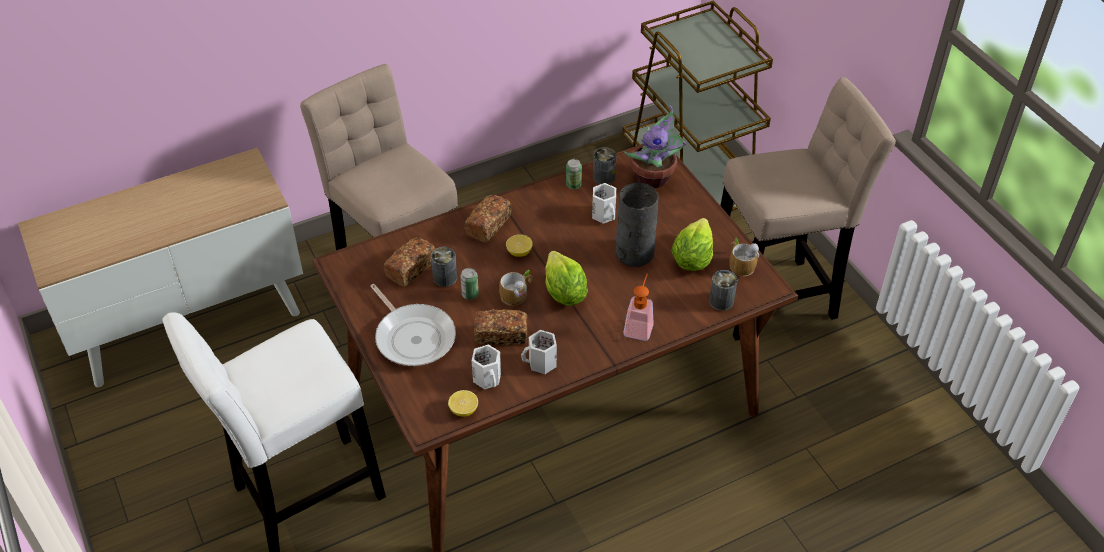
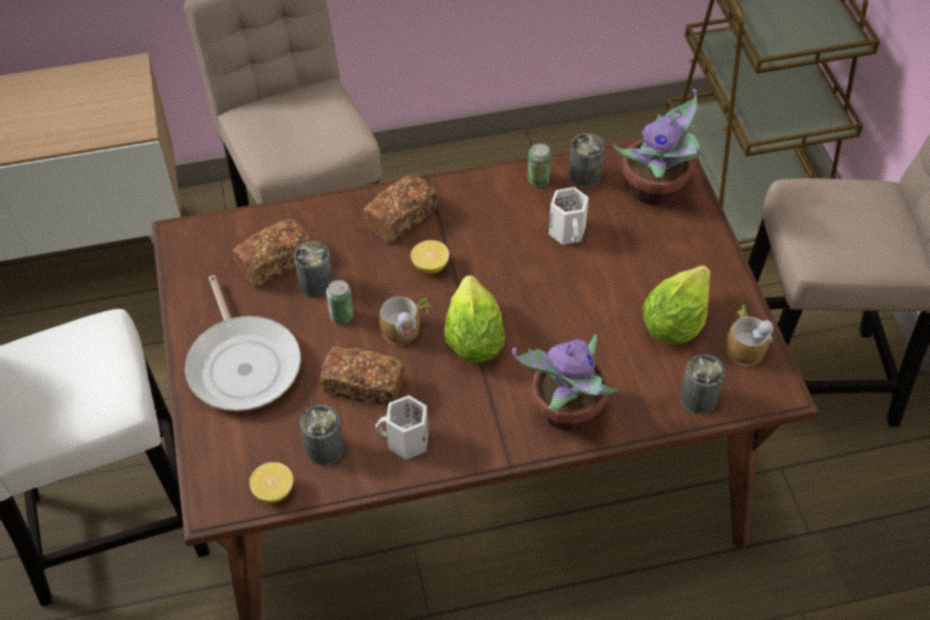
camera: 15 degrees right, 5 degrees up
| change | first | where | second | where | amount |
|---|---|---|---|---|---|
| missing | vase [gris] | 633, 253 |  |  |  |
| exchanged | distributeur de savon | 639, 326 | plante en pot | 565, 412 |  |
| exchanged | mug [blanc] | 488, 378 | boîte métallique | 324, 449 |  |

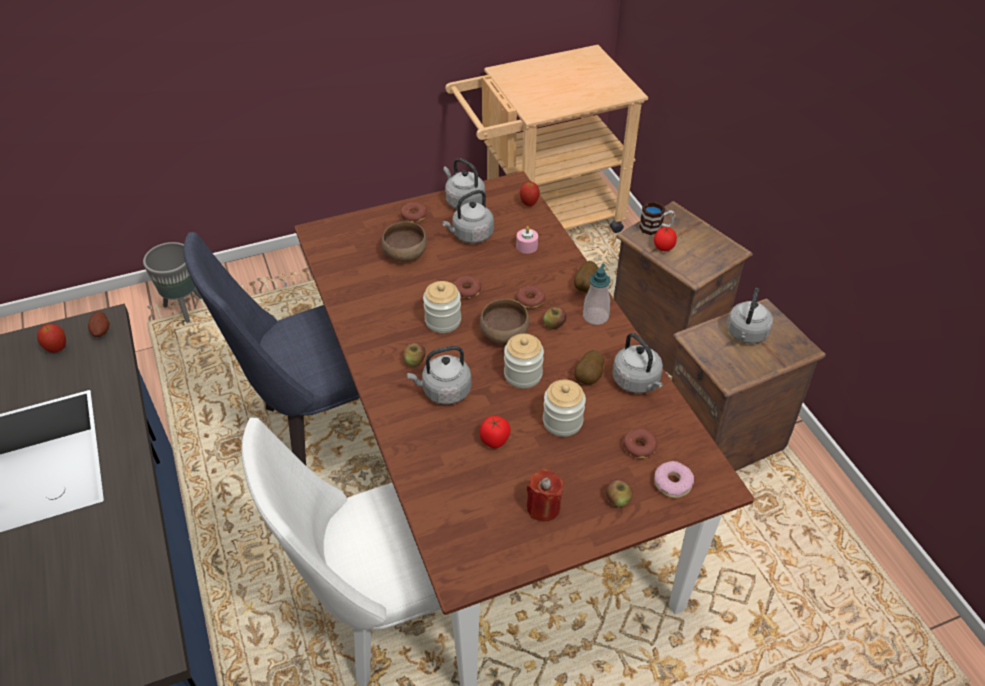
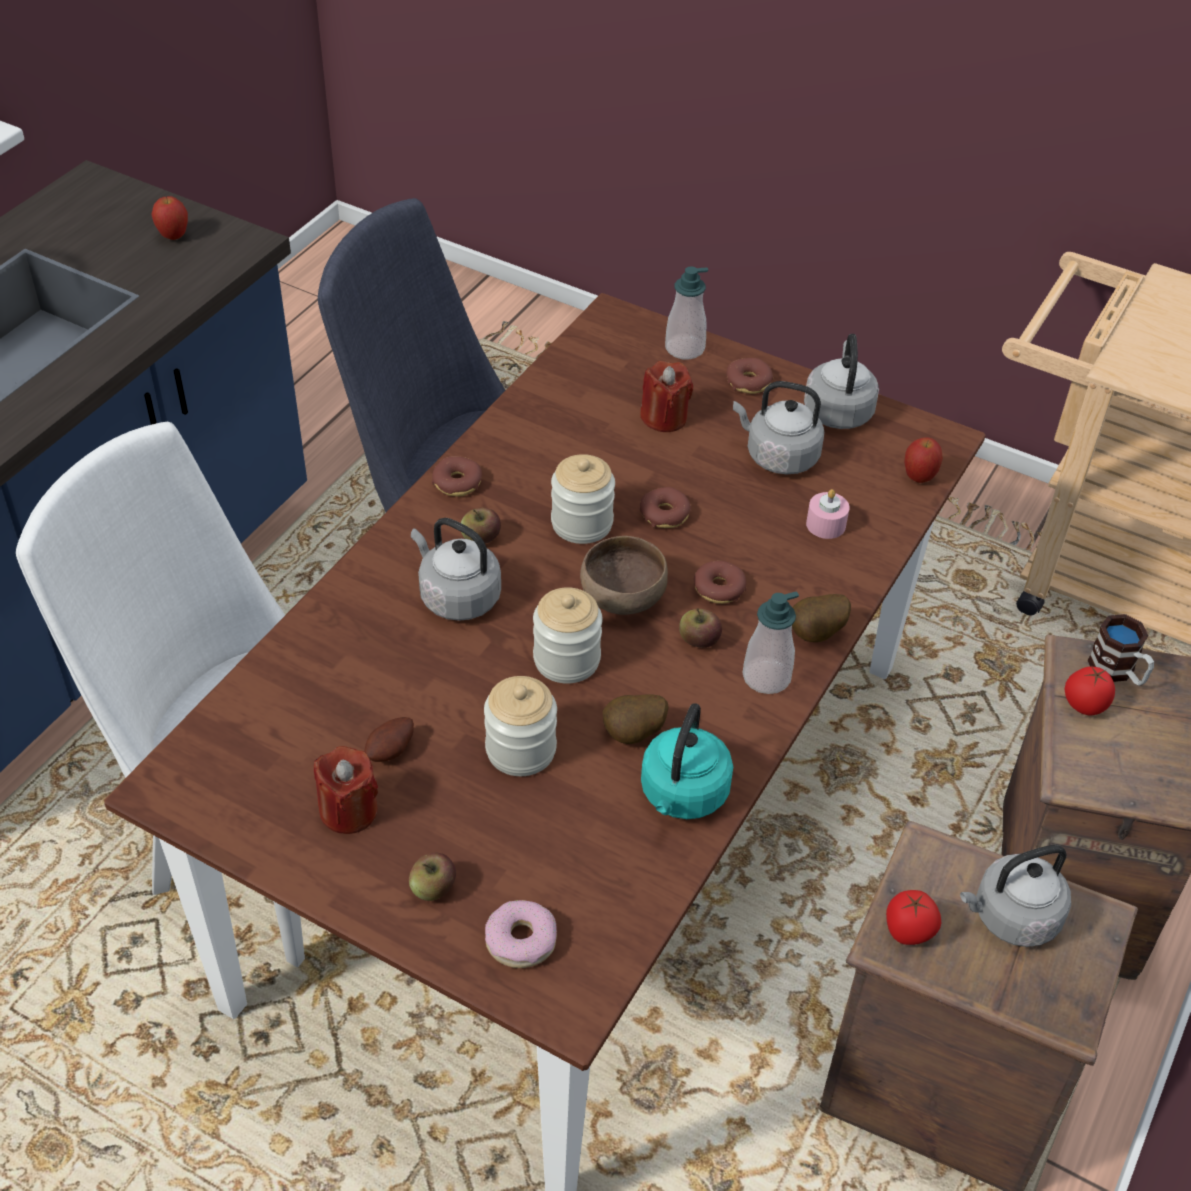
camera: 50 degrees right, 0 degrees up
| change | first | where | second | where | amount |
|---|---|---|---|---|---|
| exchanged | bol [marron] | 405, 255 | bougie [rouge] | 664, 418 |  |
| missing | cache-pot [gris] | 184, 308 |  |  |  |
| relocated | pomme de terre | 102, 331 |  | 392, 751 |  |
| colour | bouilloire [gris] | 637, 382 | bouilloire [turquoise] | 682, 796 |  |
| relocated | tomate | 495, 441 |  | 908, 932 |  |
| relocated | beignet | 639, 447 |  | 457, 483 |  |
| appeared |  |  | distributeur de savon | 684, 348 |  |

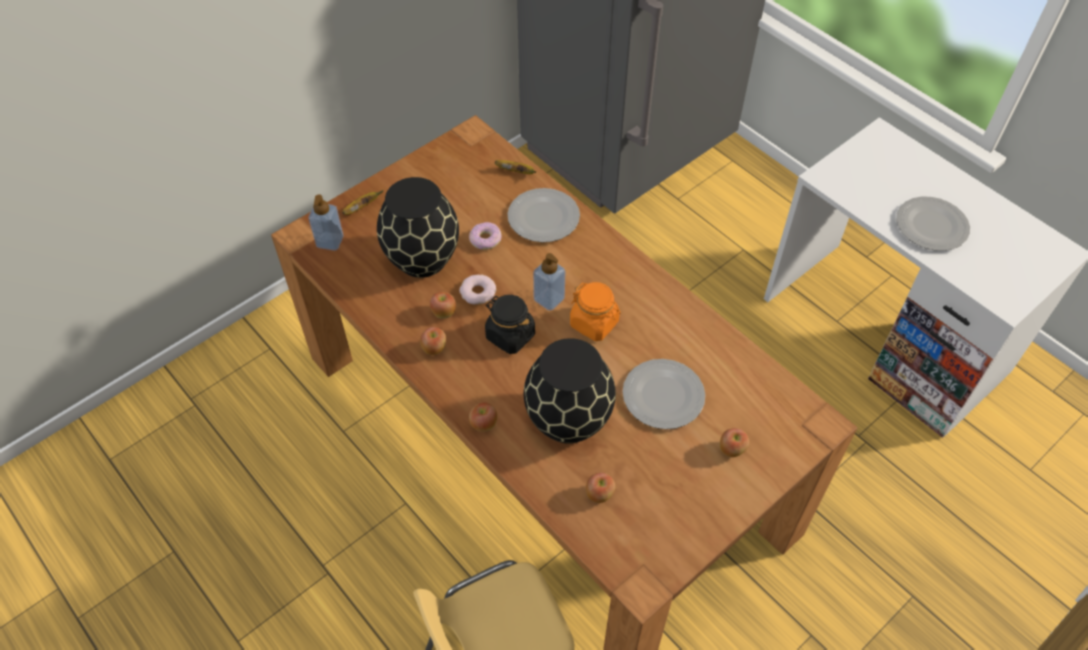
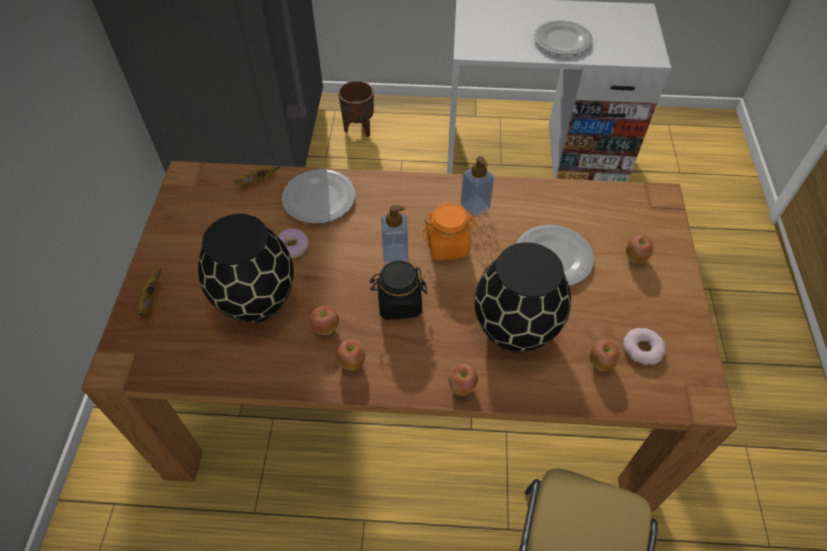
camera: 45 degrees left, 0 degrees up
| change | first | where | second | where | amount |
|---|---|---|---|---|---|
| relocated | distributeur de savon | 330, 241 |  | 475, 206 |  |
| relocated | beignet | 478, 292 |  | 643, 349 |  |
| appeared |  |  | cache-pot [marron] | 359, 129 |  |

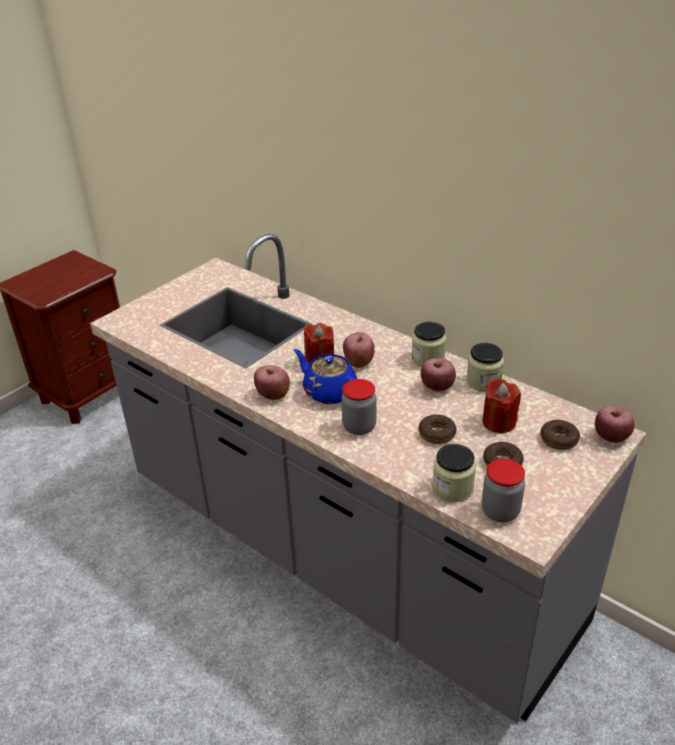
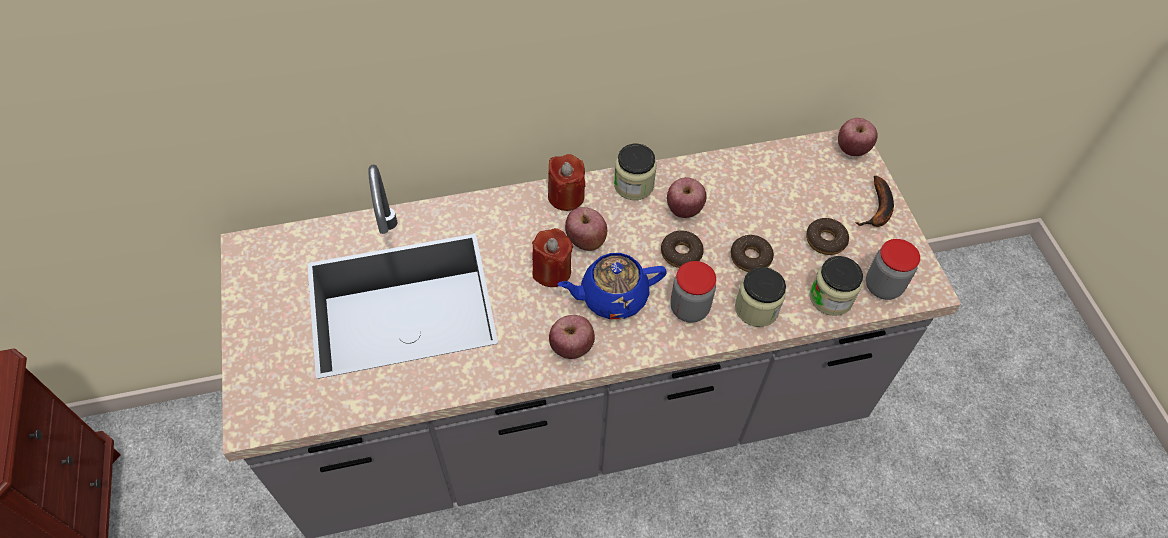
camera: 55 degrees left, 20 degrees up
| change | first | where | second | where | amount |
|---|---|---|---|---|---|
| relocated | bocal | 483, 381 |  | 756, 308 |  |
| relocated | bougie [rouge] | 499, 422 |  | 566, 196 |  |
| relocated | beignet | 559, 439 |  | 681, 253 |  |
| appeared |  |  | banane | 878, 210 |  |

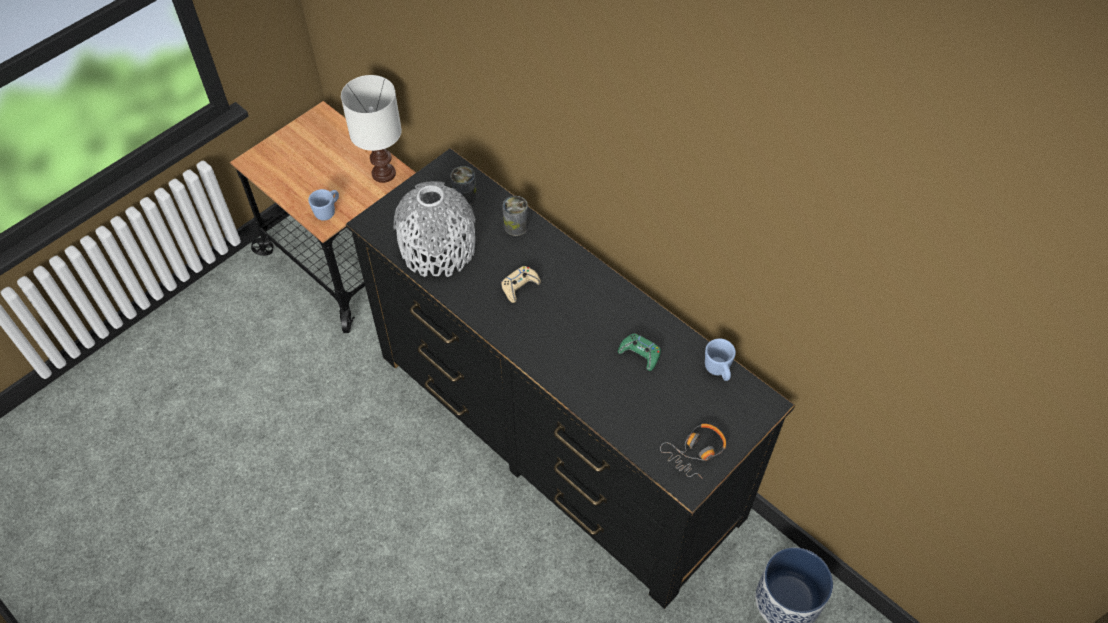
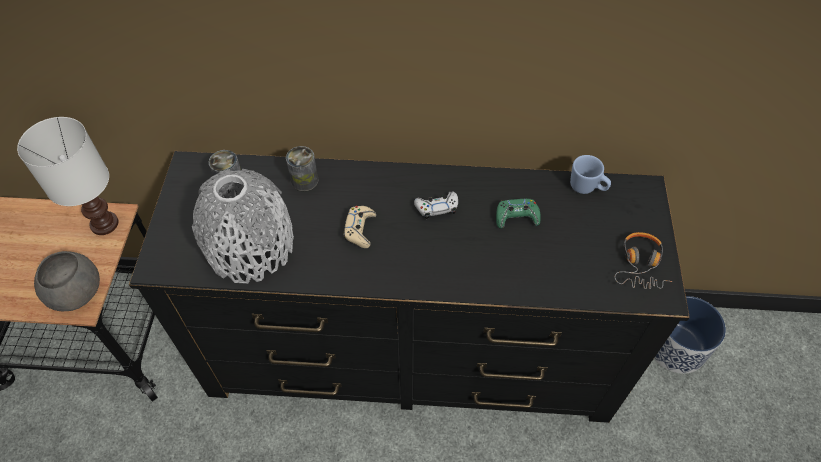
camera: 40 degrees left, 0 degrees up
| change | first | where | second | where | amount |
|---|---|---|---|---|---|
| exchanged | mug [bleu] | 328, 211 | bol [gris] | 75, 293 |  |
| appeared |  |  | manette [blanc] | 437, 207 |  |

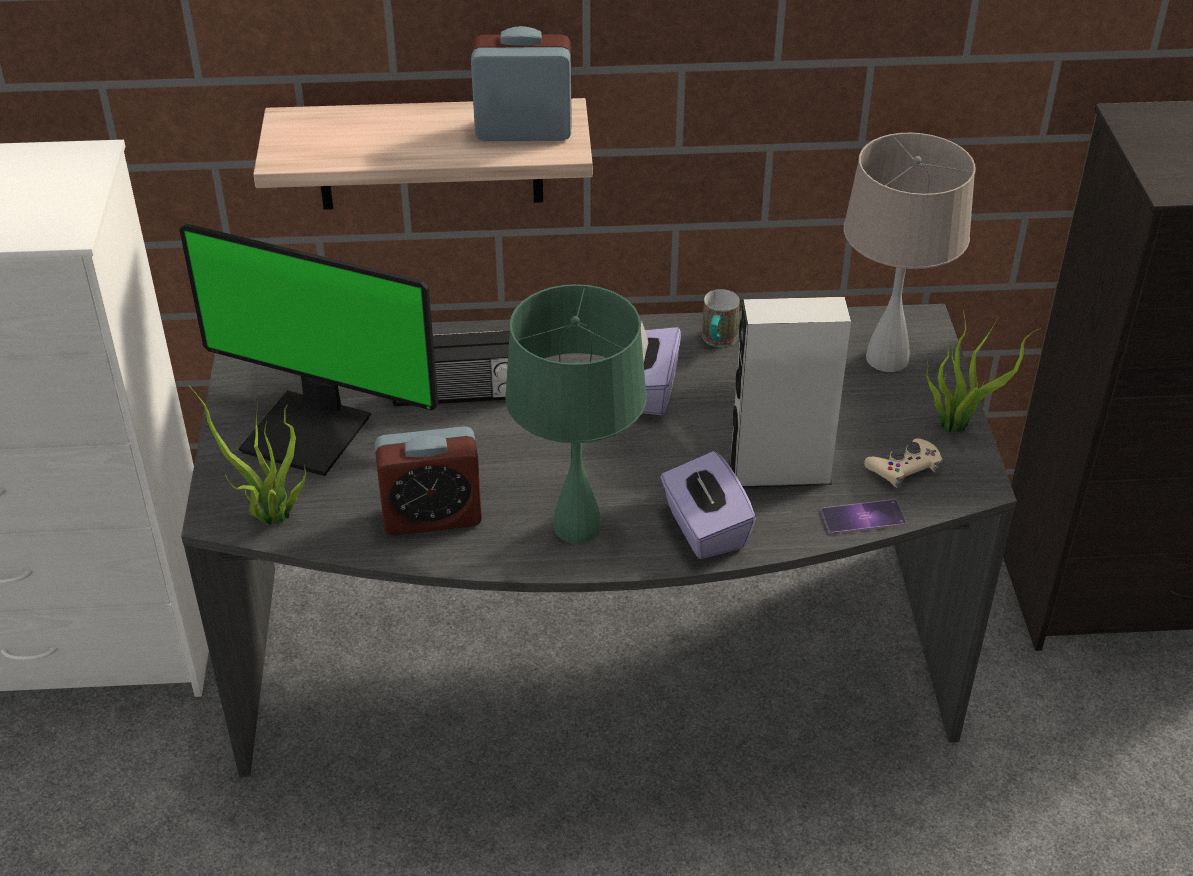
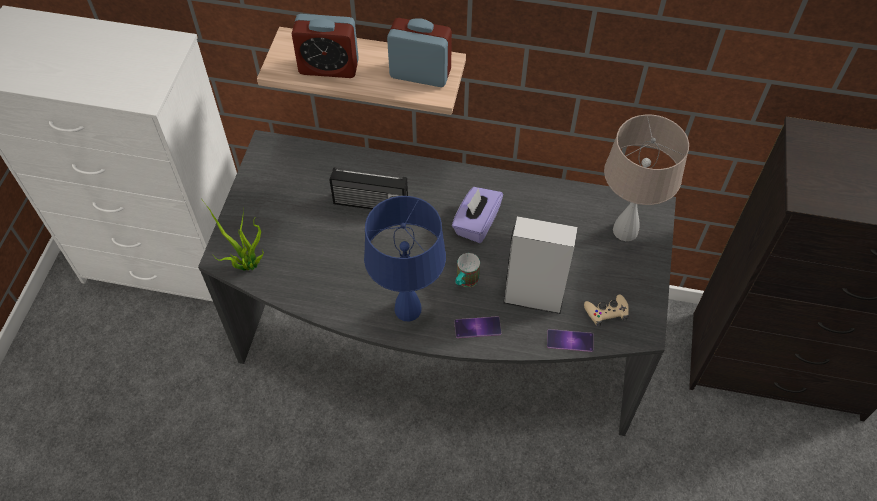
camera: 15 degrees right, 15 degrees up
| change | first | where | second | where | amount |
|---|---|---|---|---|---|
| missing | écran d'ordinateur | 311, 431 |  |  |  |
| colour | lampe de table [vert] | 576, 526 | lampe de table [bleu] | 407, 309 |  |
| relocated | mug | 717, 341 |  | 465, 281 |  |
| missing | plante en pot | 958, 425 |  |  |  |
| relocated | réveil | 432, 516 |  | 328, 67 |  |
| exchanged | boîte à mouchoirs [violet] | 704, 528 | téléphone | 477, 327 |  |

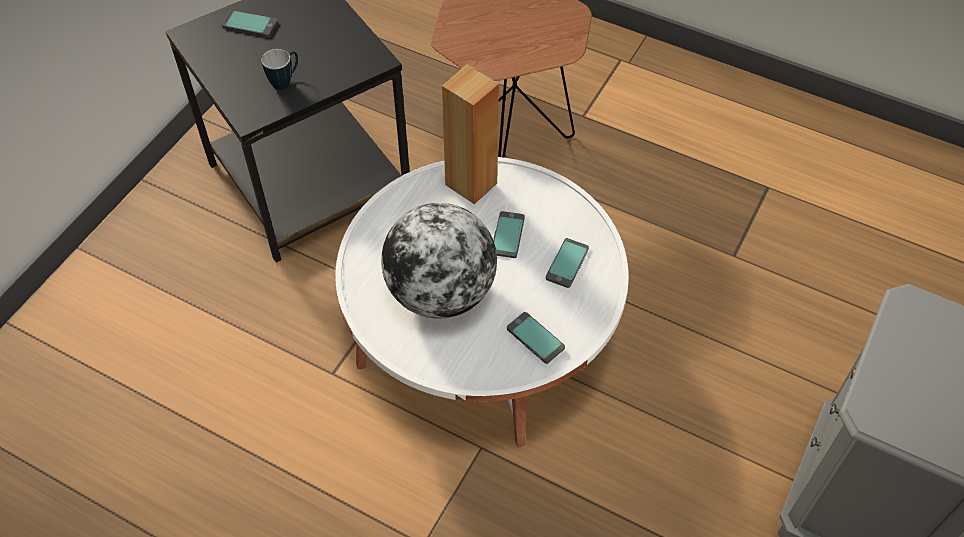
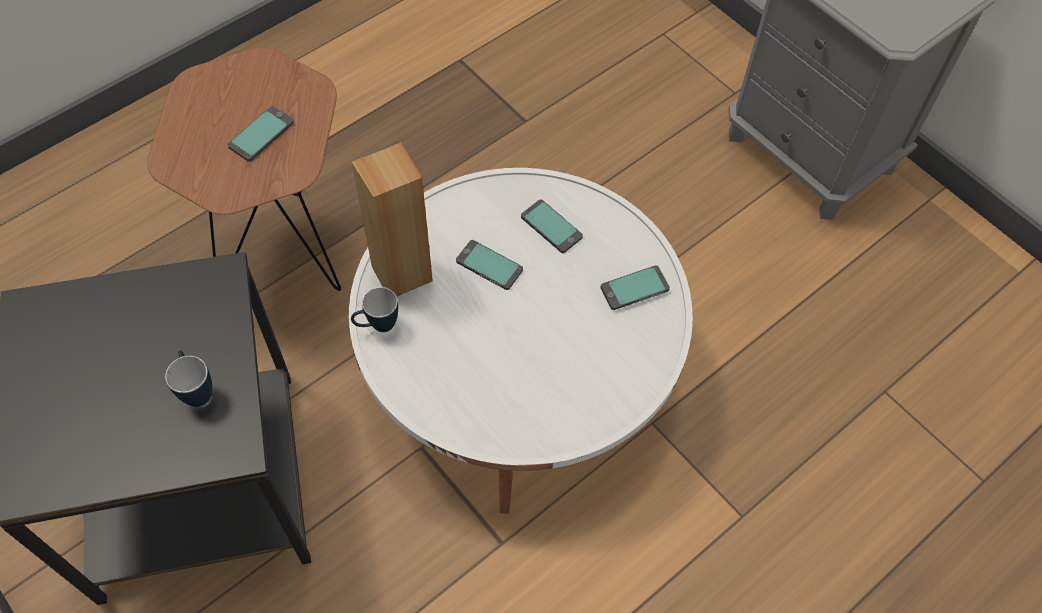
camera: 70 degrees left, 5 degrees up
| change | first | where | second | where | amount |
|---|---|---|---|---|---|
| relocated | téléphone | 250, 24 |  | 261, 134 |  |
| missing | globe | 441, 293 |  |  |  |
| appeared |  |  | mug | 377, 326 |  |

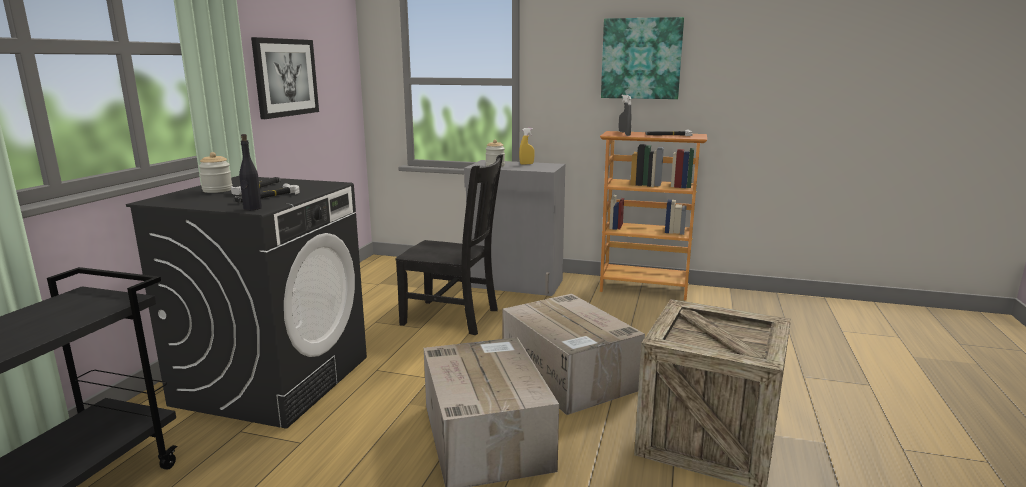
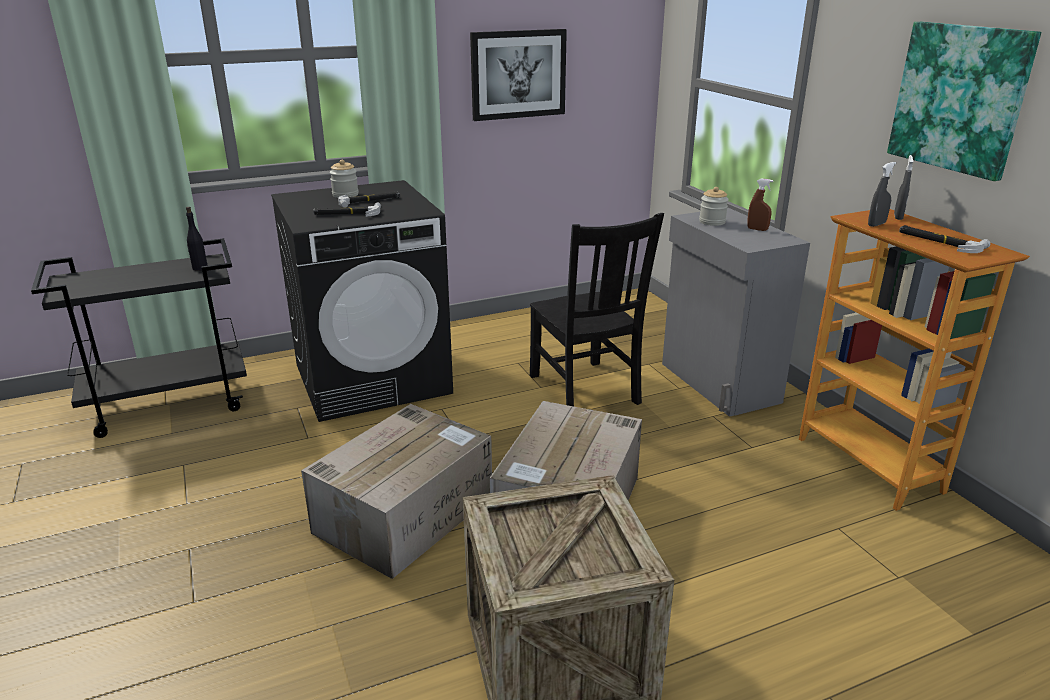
camera: 50 degrees right, 10 degrees up
| change | first | where | second | where | amount |
|---|---|---|---|---|---|
| colour | vaporisateur [jaune] | 526, 164 | vaporisateur [marron] | 757, 229 |  |
| relocated | bouteille [noir] | 252, 208 |  | 199, 268 |  |

